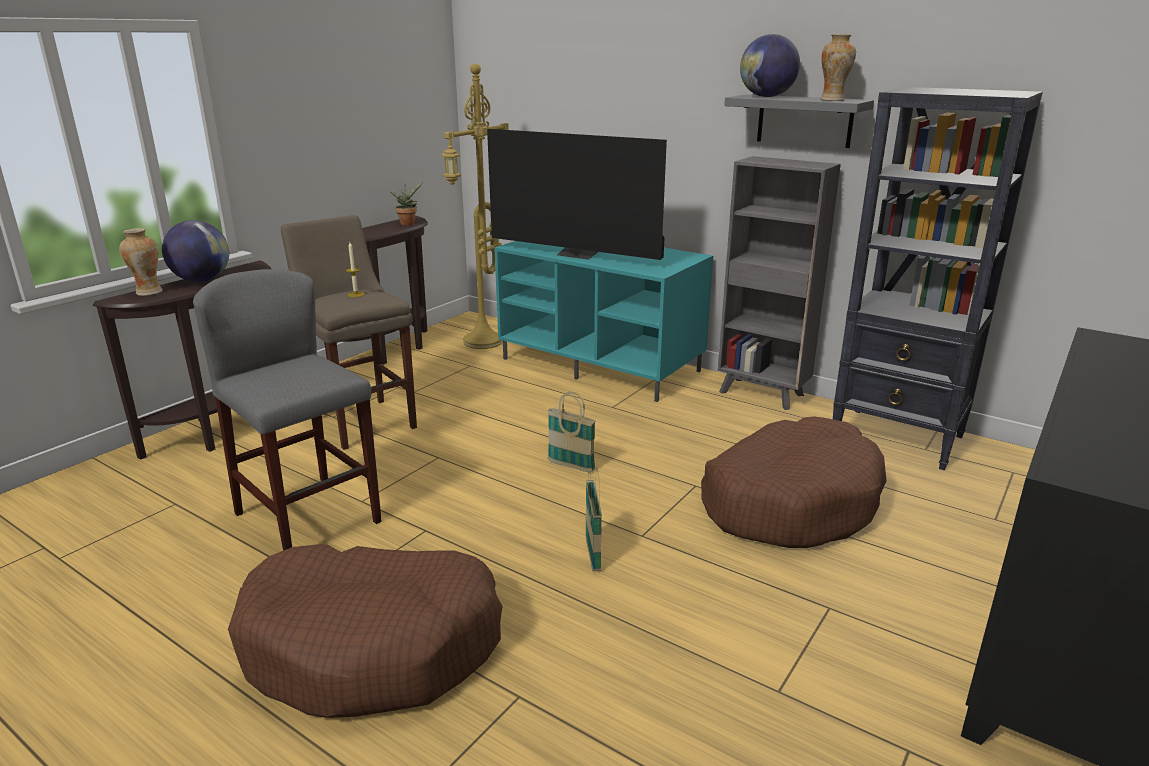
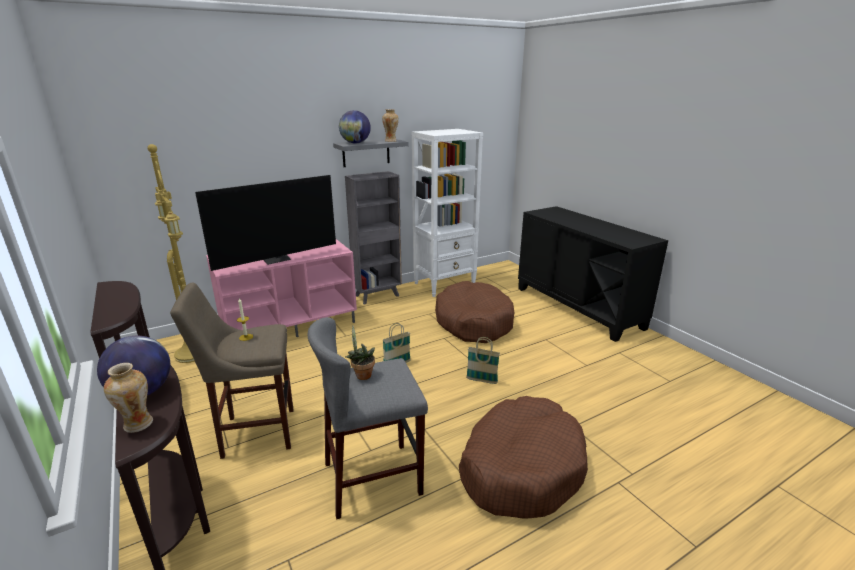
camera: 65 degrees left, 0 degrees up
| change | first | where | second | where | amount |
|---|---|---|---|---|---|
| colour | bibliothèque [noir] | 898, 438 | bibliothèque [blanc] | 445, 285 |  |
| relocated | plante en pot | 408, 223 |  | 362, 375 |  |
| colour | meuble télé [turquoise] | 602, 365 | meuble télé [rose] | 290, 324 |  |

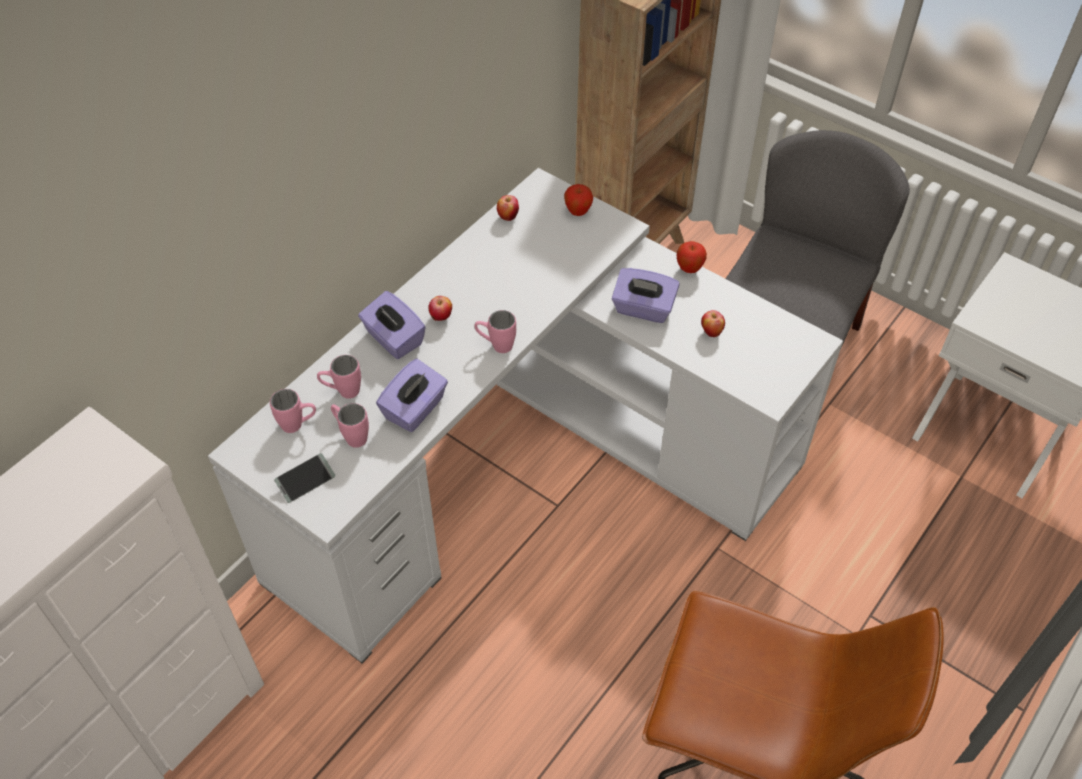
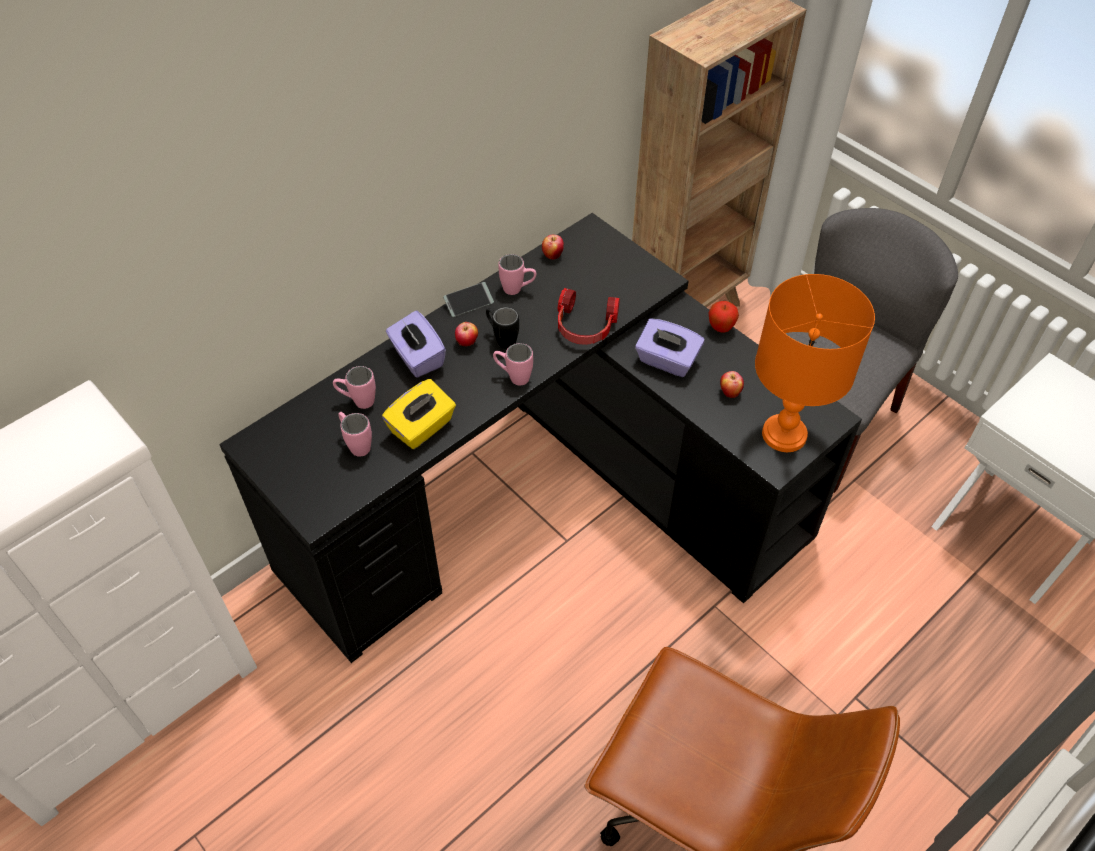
camera: 10 degrees right, 0 degrees up
| change | first | where | second | where | amount |
|---|---|---|---|---|---|
| colour | bureau [blanc] | 529, 463 | bureau [noir] | 547, 495 |  |
| missing | pomme | 578, 212 |  |  |  |
| colour | boîte à mouchoirs [violet] | 415, 409 | boîte à mouchoirs [jaune] | 422, 428 |  |
| relocated | mug [rose] | 298, 425 |  | 518, 289 |  |
| relocated | téléphone | 306, 481 |  | 469, 303 |  |
| appeared |  |  | lampe de table [orange] | 785, 434 |  |
| appeared |  |  | casque audio | 585, 327 |  |
| appeared |  |  | mug [noir] | 501, 339 |  |

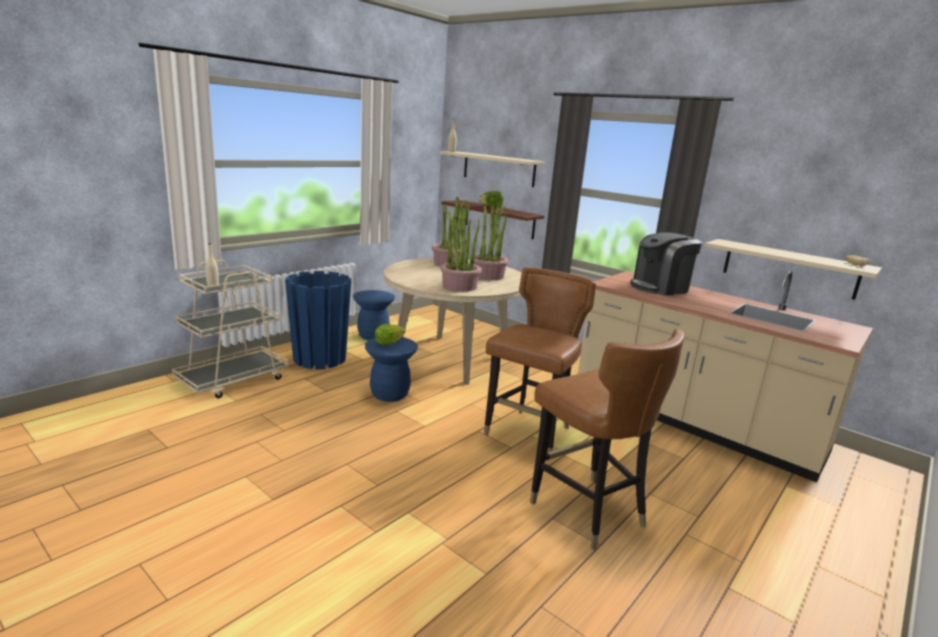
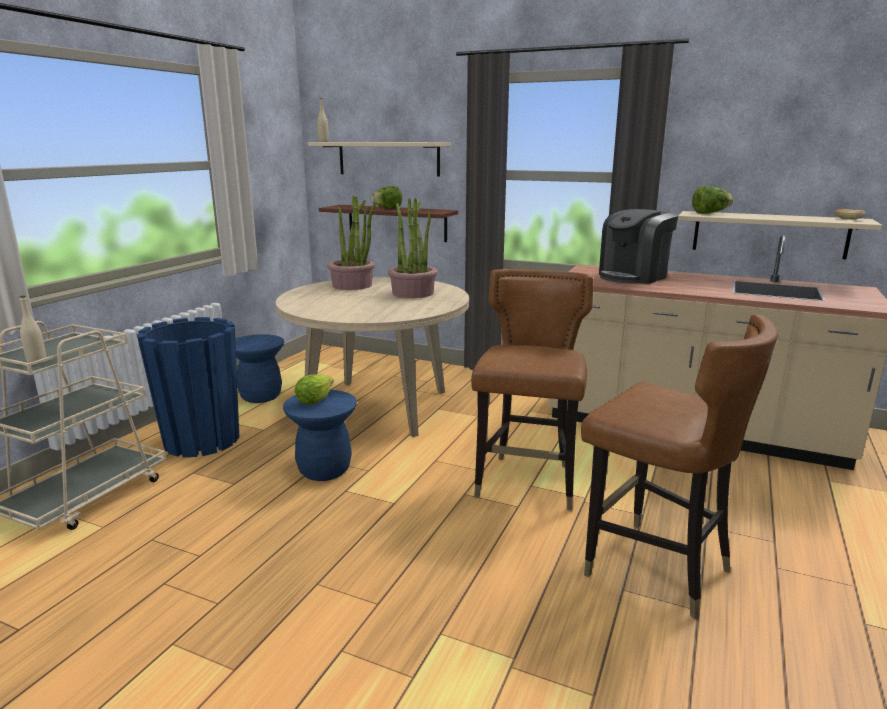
camera: 15 degrees left, 0 degrees up
| change | first | where | second | where | amount |
|---|---|---|---|---|---|
| missing | plante en pot | 459, 286 |  |  |  |
| appeared |  |  | laitue | 709, 213 |  |

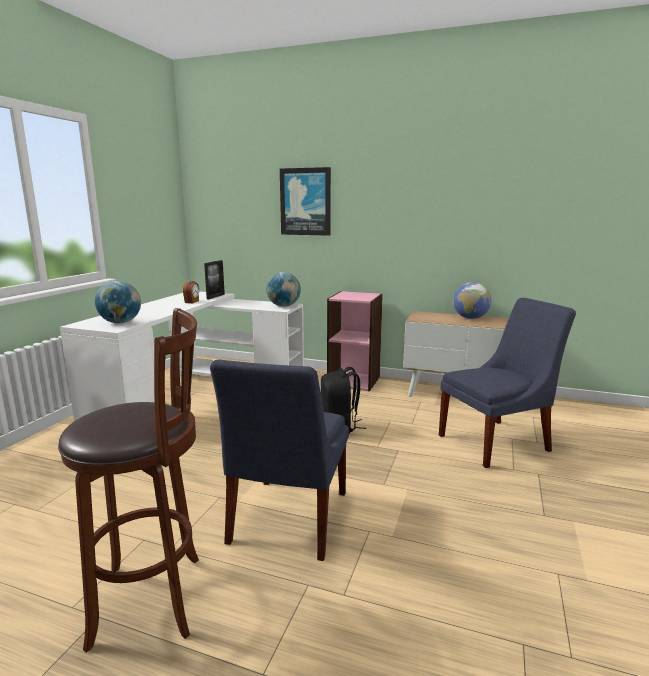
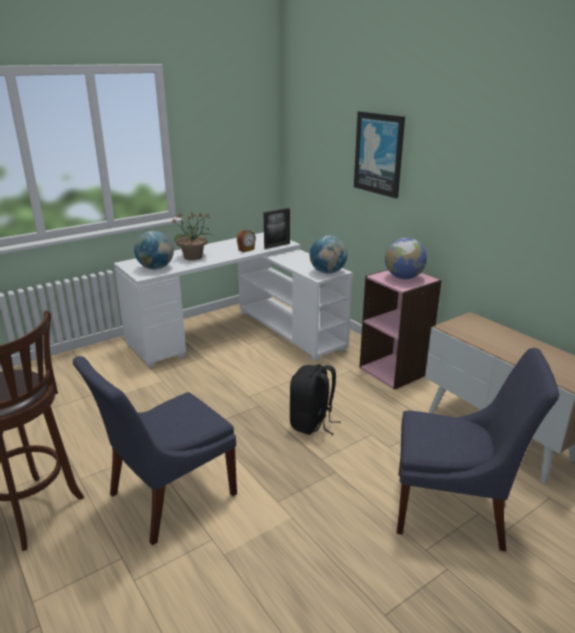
camera: 35 degrees right, 10 degrees up
| change | first | where | second | where | amount |
|---|---|---|---|---|---|
| relocated | globe | 470, 318 |  | 403, 277 |  |
| appeared |  |  | plante en pot | 193, 257 |  |

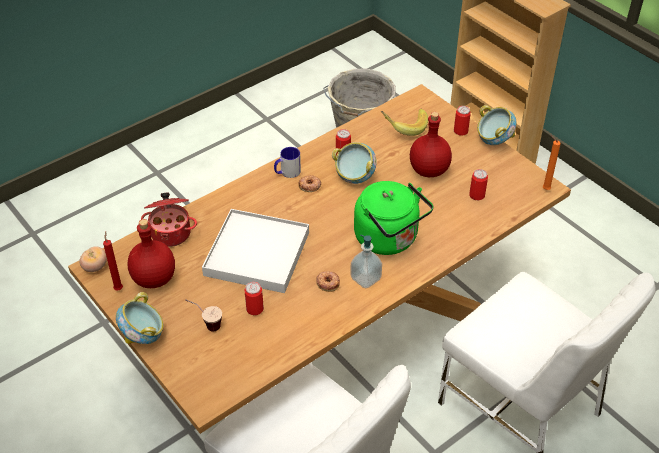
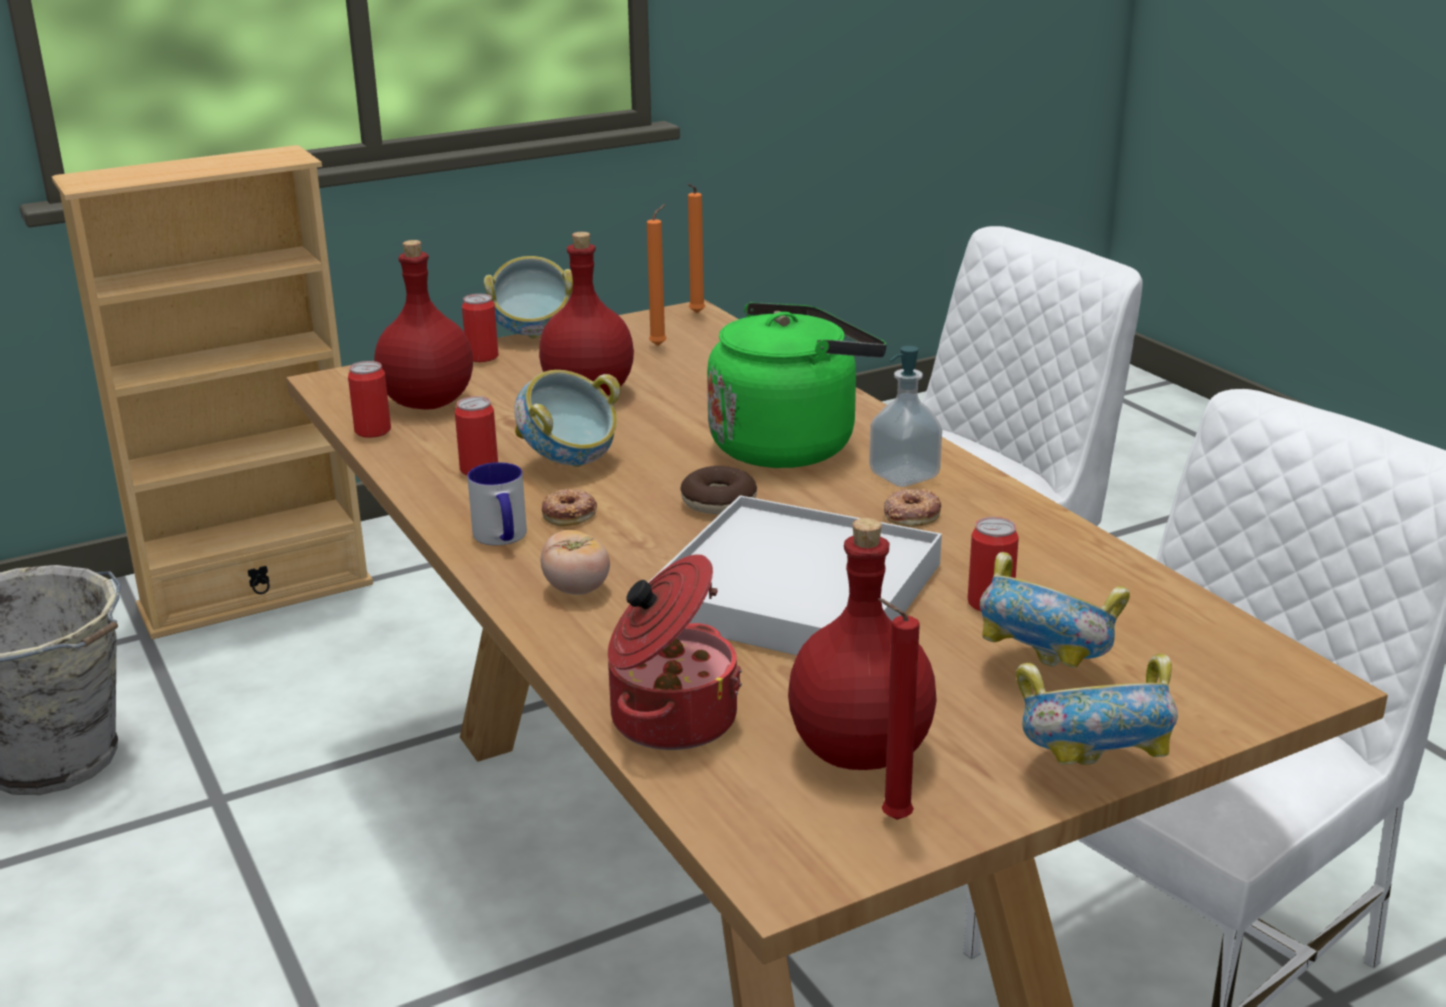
camera: 80 degrees left, 20 degrees down
| change | first | where | second | where | amount |
|---|---|---|---|---|---|
| exchanged | banane | 403, 127 | bouteille [rouge] | 426, 403 |  |
| relocated | boîte métallique | 477, 195 |  | 373, 431 |  |
| relocated | tomate | 95, 267 |  | 577, 589 |  |
| exchanged | tasse | 205, 324 | bol | 1044, 672 |  |
| appeared |  |  | bougie [orange] | 660, 345 |  |
| appeared |  |  | beignet | 718, 502 |  |

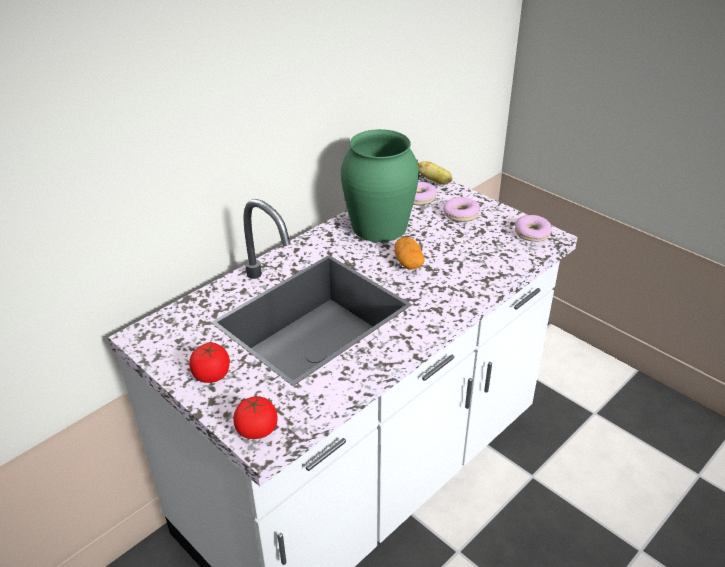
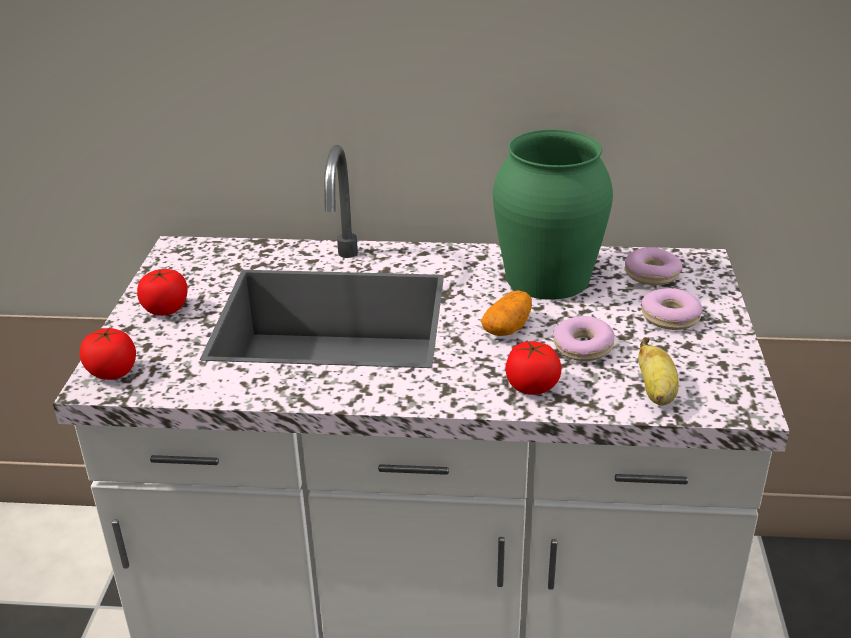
camera: 50 degrees right, 5 degrees down
| change | first | where | second | where | amount |
|---|---|---|---|---|---|
| relocated | banane | 435, 181 |  | 656, 392 |  |
| relocated | beignet | 531, 234 |  | 582, 347 |  |
| appeared |  |  | tomate | 532, 386 |  |

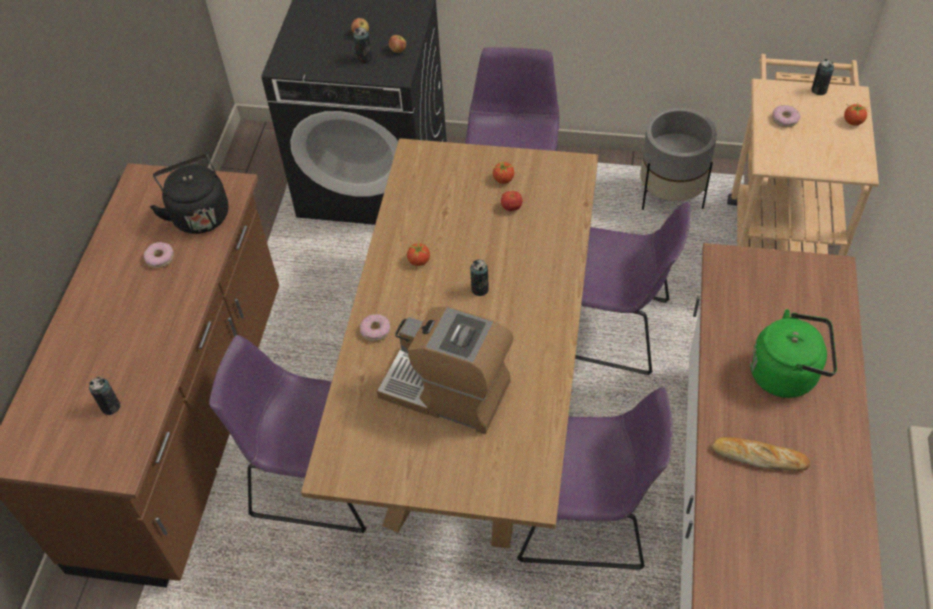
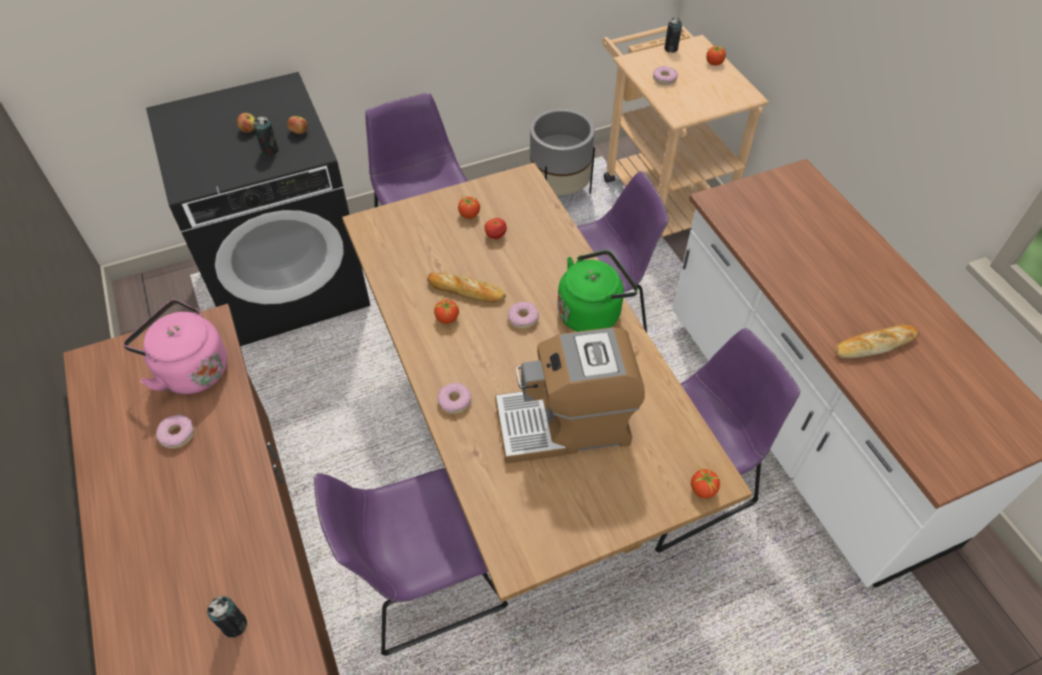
camera: 35 degrees left, 0 degrees up
| change | first | where | second | where | amount |
|---|---|---|---|---|---|
| colour | bouilloire [noir] | 199, 214 | bouilloire [rose] | 190, 369 |  |
| exchanged | boîte métallique | 480, 289 | beignet | 523, 318 |  |
| relocated | bouilloire [vert] | 787, 374 |  | 592, 312 |  |
| appeared |  |  | pain | 466, 290 |  |
| appeared |  |  | tomate | 702, 489 |  |

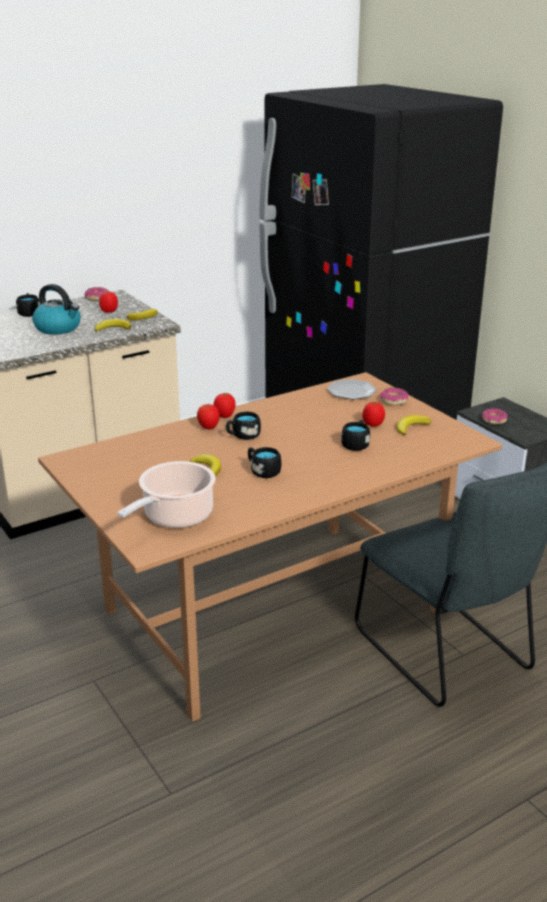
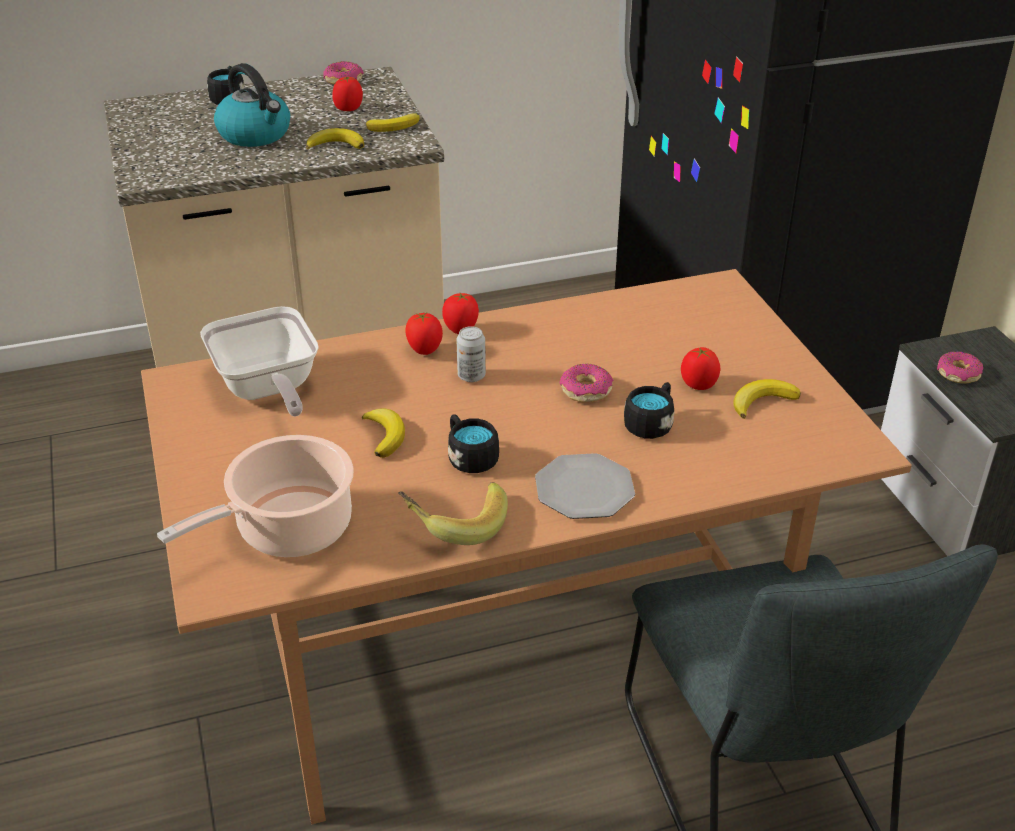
camera: 15 degrees right, 10 degrees up
| change | first | where | second | where | amount |
|---|---|---|---|---|---|
| relocated | assiette | 351, 392 |  | 584, 490 |  |
| relocated | beignet | 393, 401 |  | 586, 390 |  |
| exchanged | mug [noir] | 243, 436 | boîte métallique | 471, 376 |  |
| appeared |  |  | poêle | 267, 390 |  |
| appeared |  |  | banane | 455, 524 |  |

